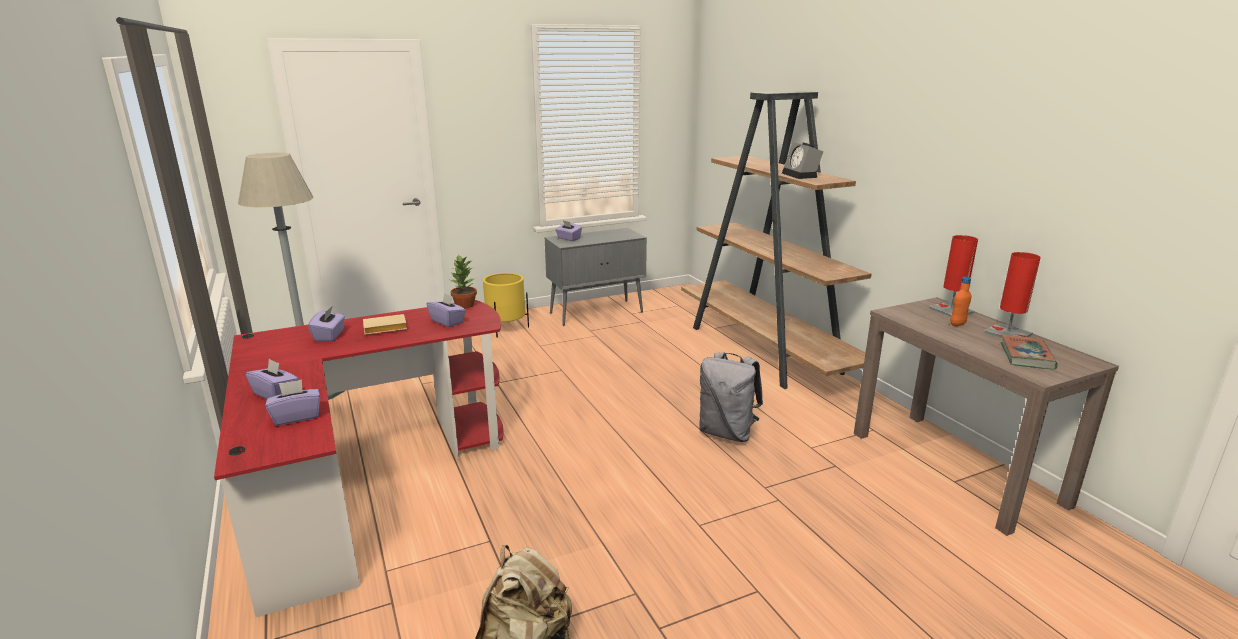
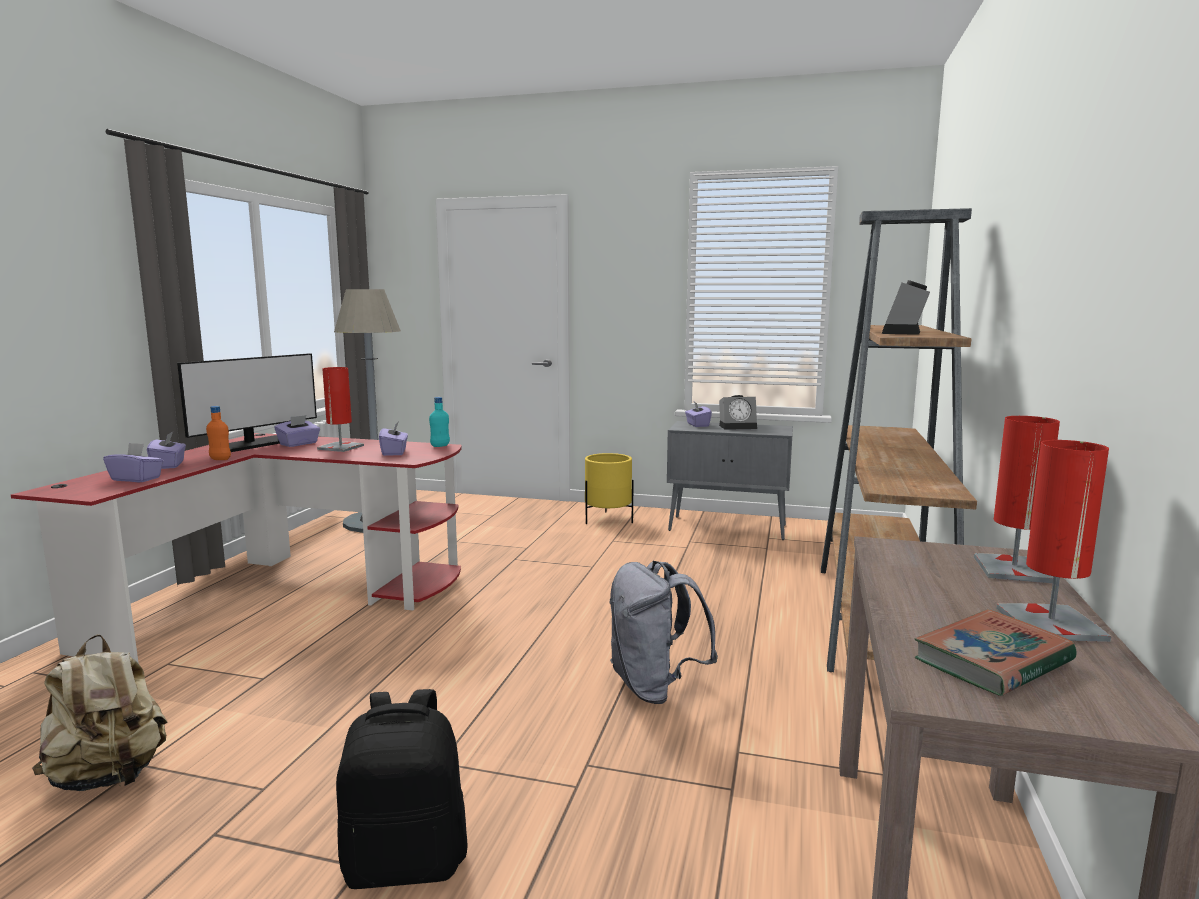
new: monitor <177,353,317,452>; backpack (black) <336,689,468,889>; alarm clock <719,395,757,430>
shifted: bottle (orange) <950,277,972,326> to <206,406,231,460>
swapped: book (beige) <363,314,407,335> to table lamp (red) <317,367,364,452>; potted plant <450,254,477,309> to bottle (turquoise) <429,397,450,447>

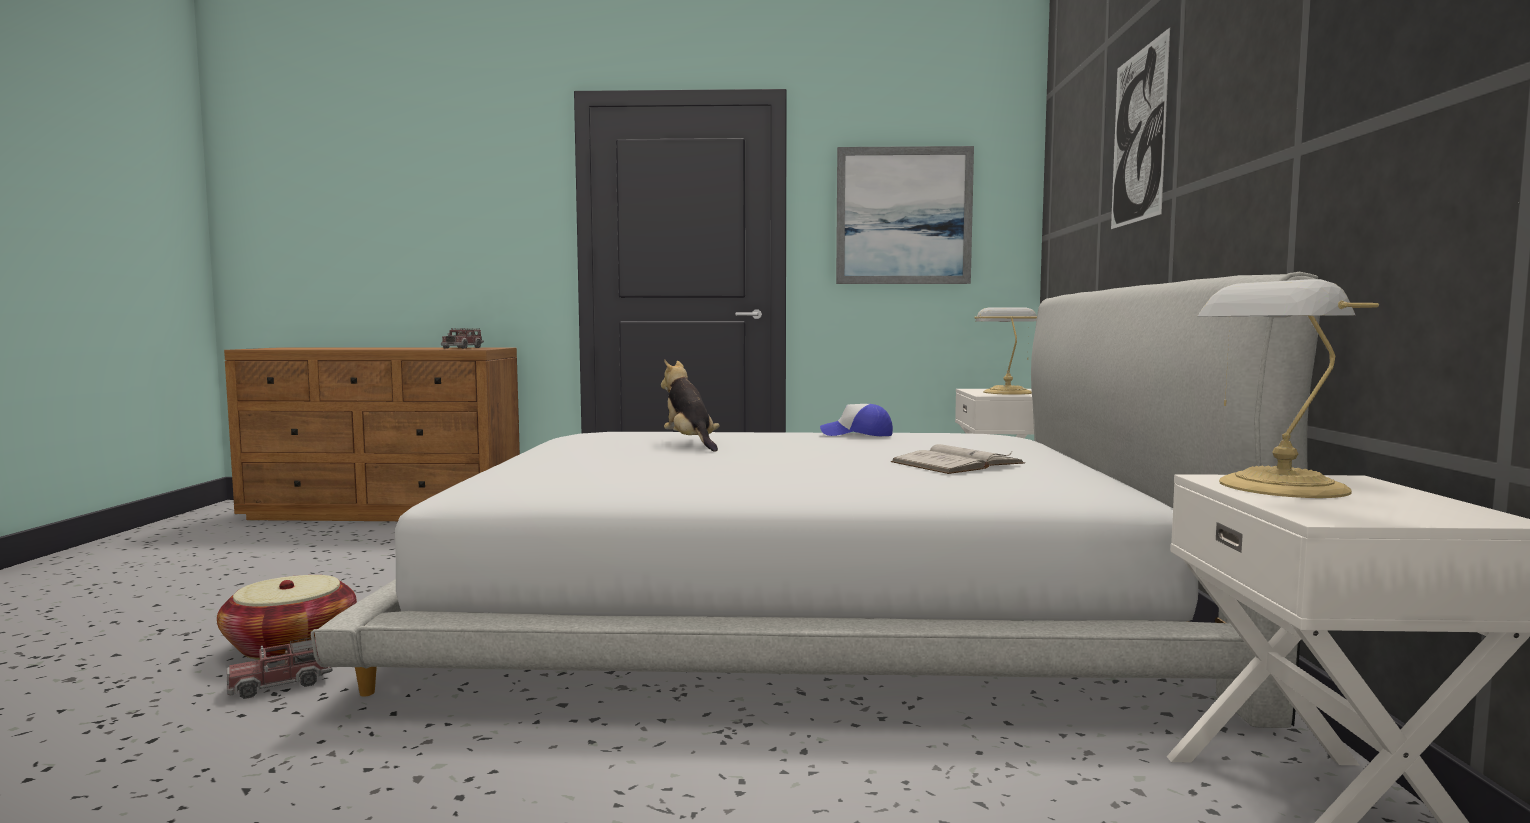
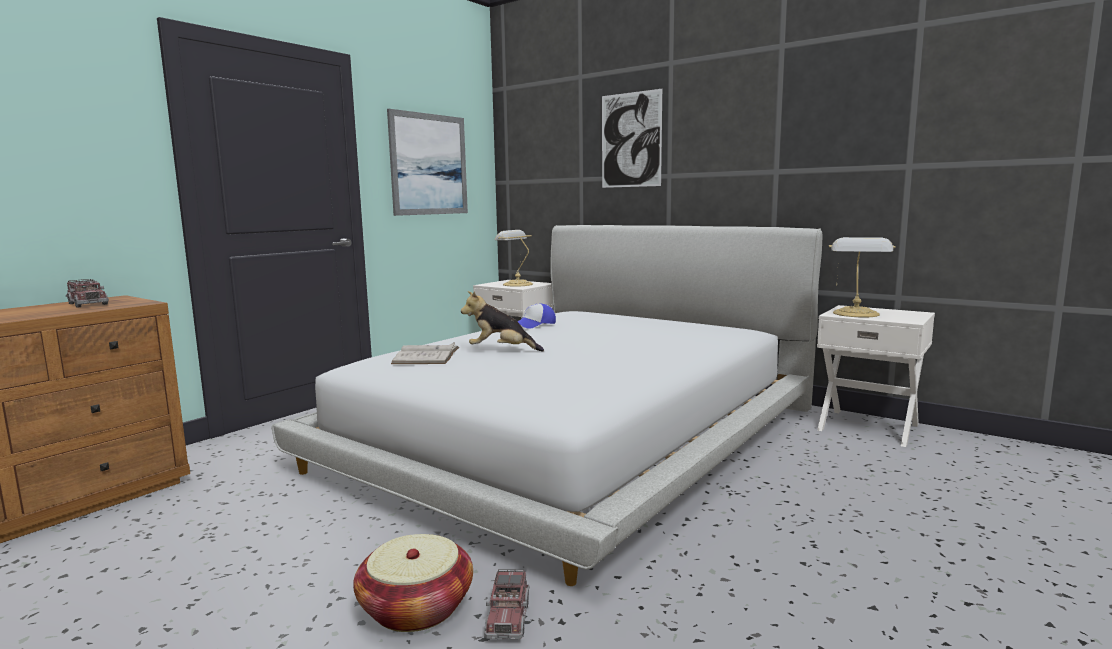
shifted: book (white) <891,444,1025,474> to <391,342,459,364>

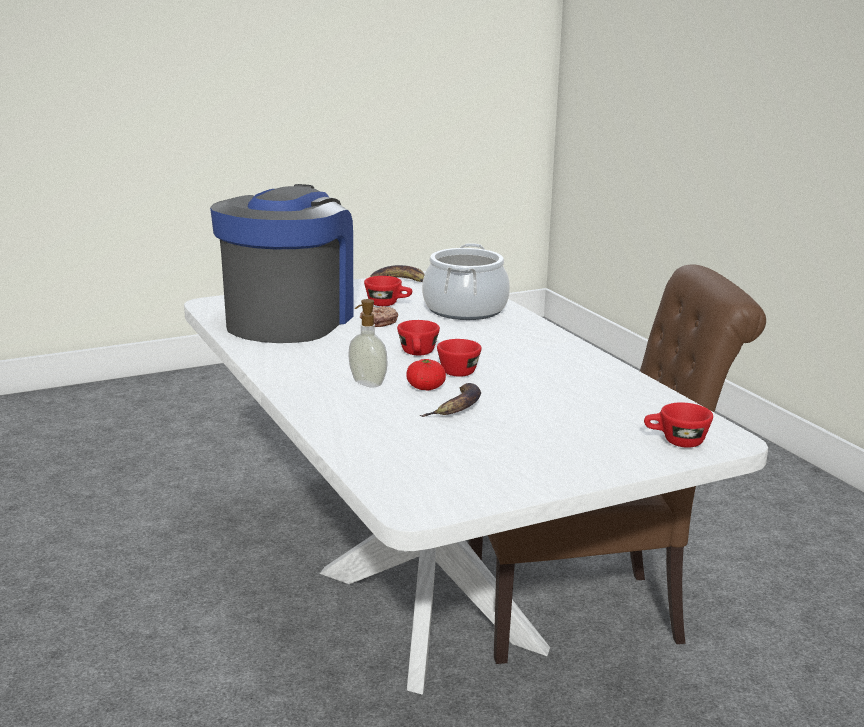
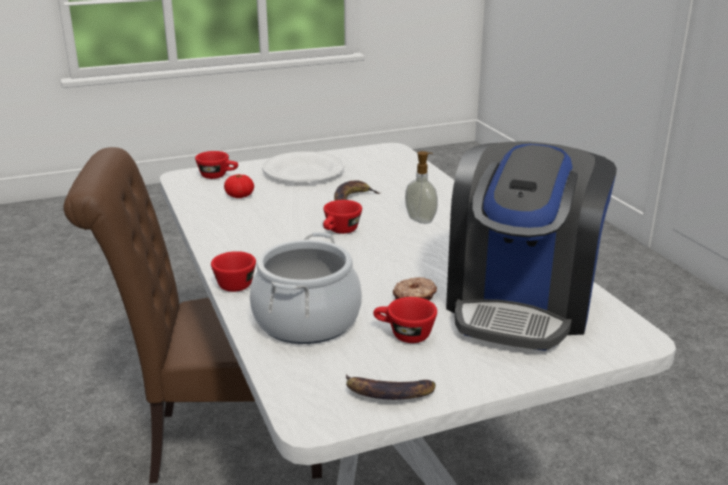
new: plate (white) <262,151,345,182>
shifted: cup (red) <397,320,440,355> to <211,251,256,292>; tomato <406,359,446,391> to <224,174,254,198>

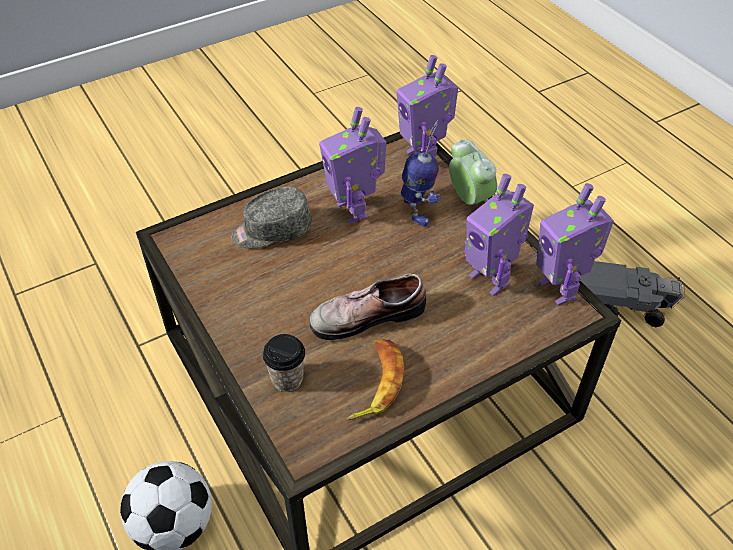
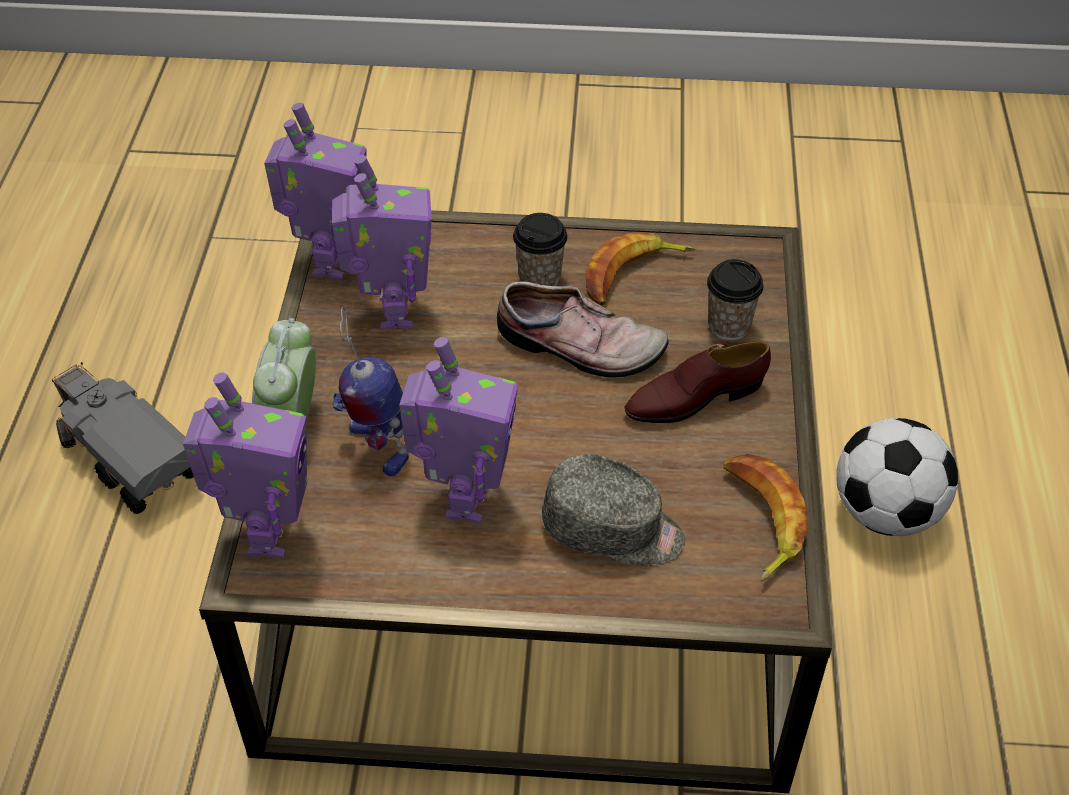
new: cup <513,213,568,286>; shoe (brown) <624,341,771,423>; banana <724,454,808,581>
rotated: toy robot <401,120,440,227> = <332,307,409,477> 60 degrees counterclockwise

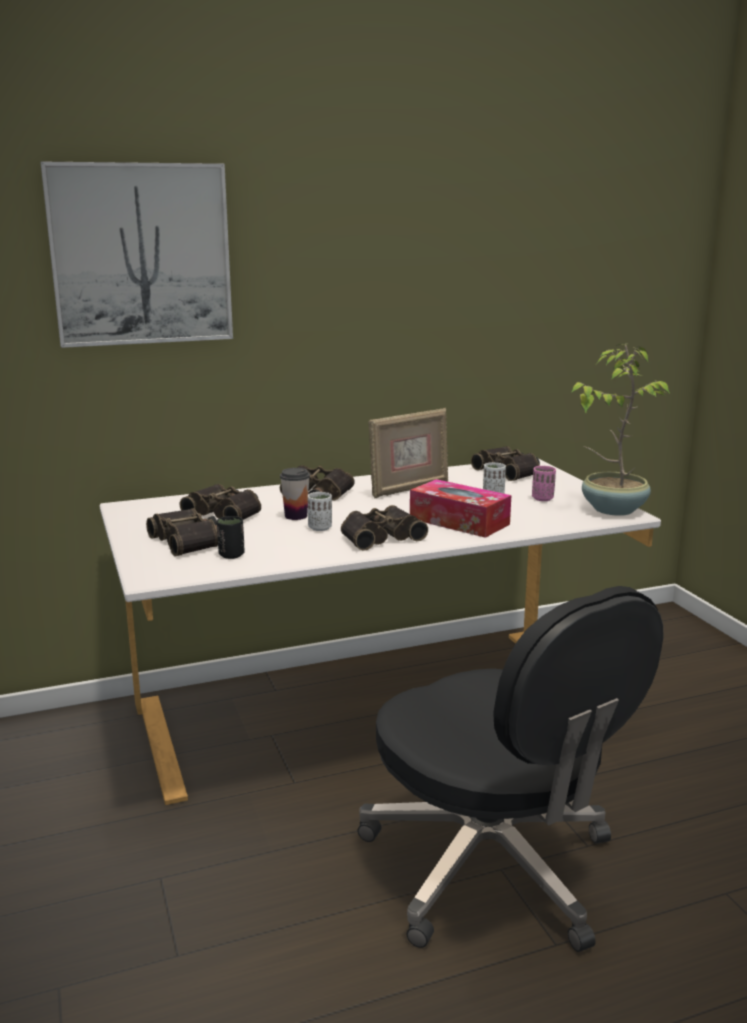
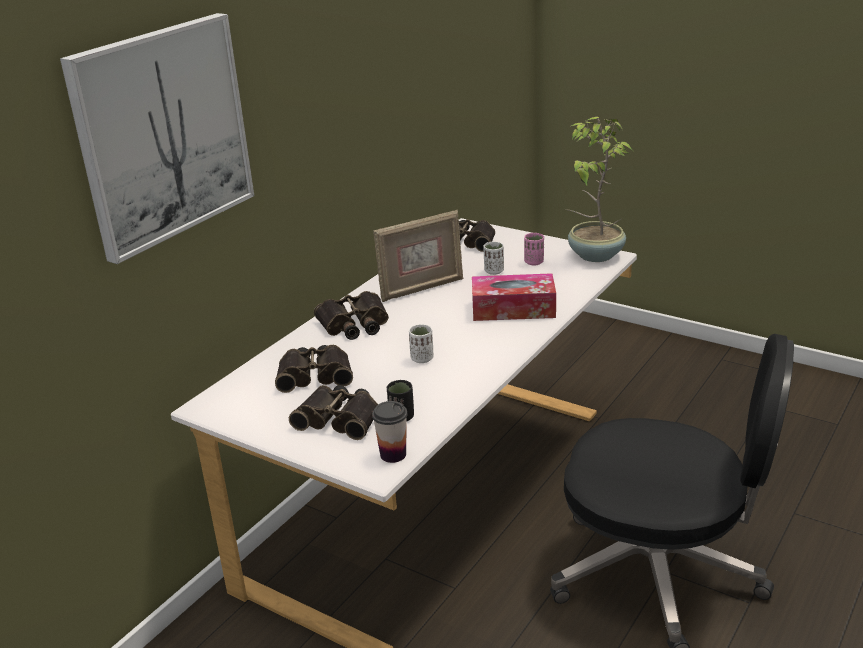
gone: binoculars <341,505,428,551>
shifted: cup <280,468,310,520> to <372,401,408,463>
rotated: picture frame <369,408,448,499> = <373,210,463,302> 45 degrees clockwise

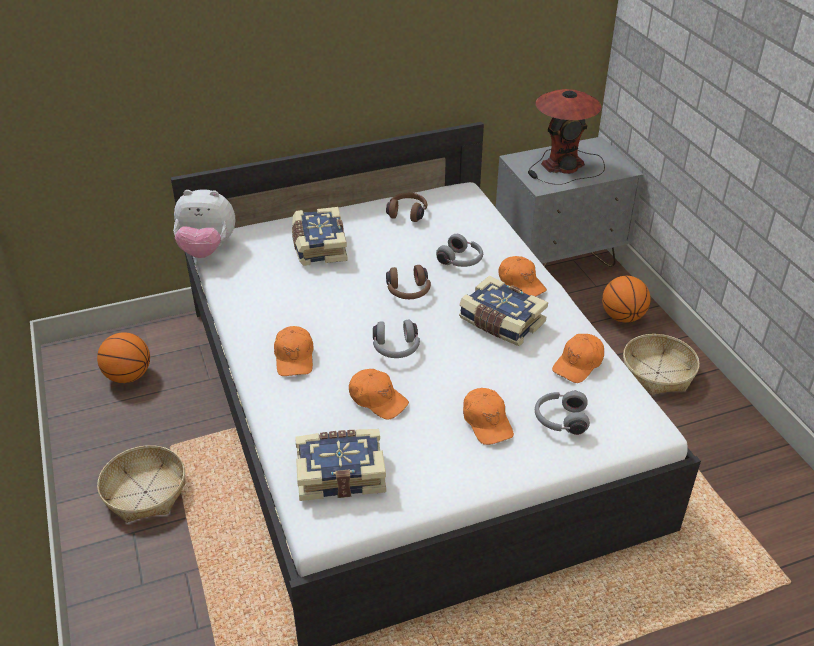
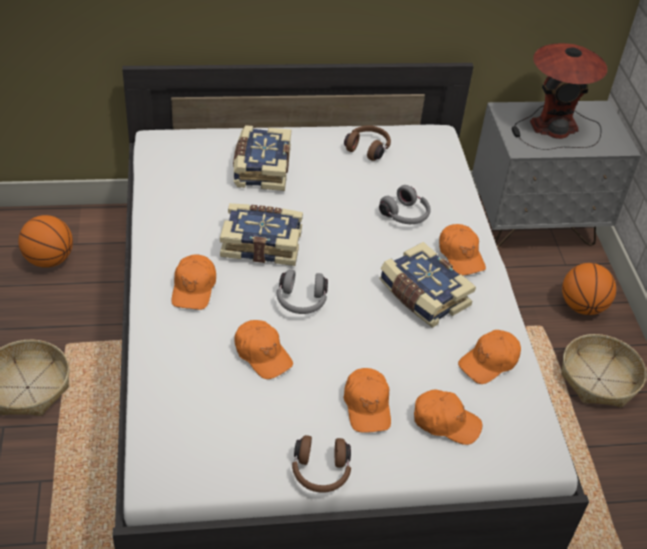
gone: plush toy <173,189,235,258>
shifted: book <295,429,386,501> to <220,203,303,266>; headphones (brown) <386,265,431,299> to <292,435,351,493>
swapped: headphones (grey) <535,391,590,435> to cap (orange) <414,389,482,445>

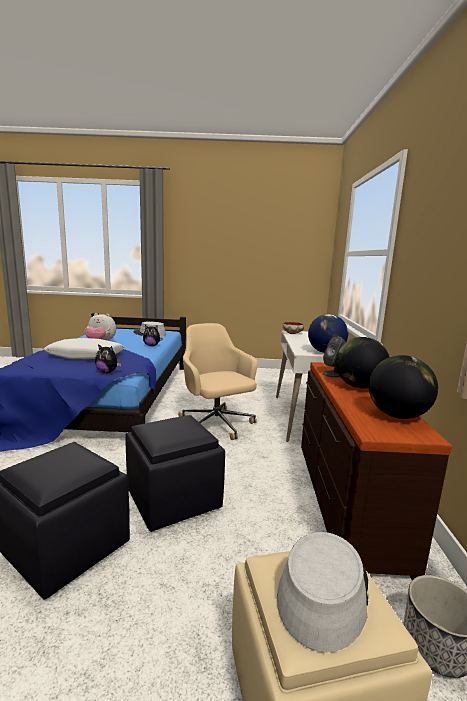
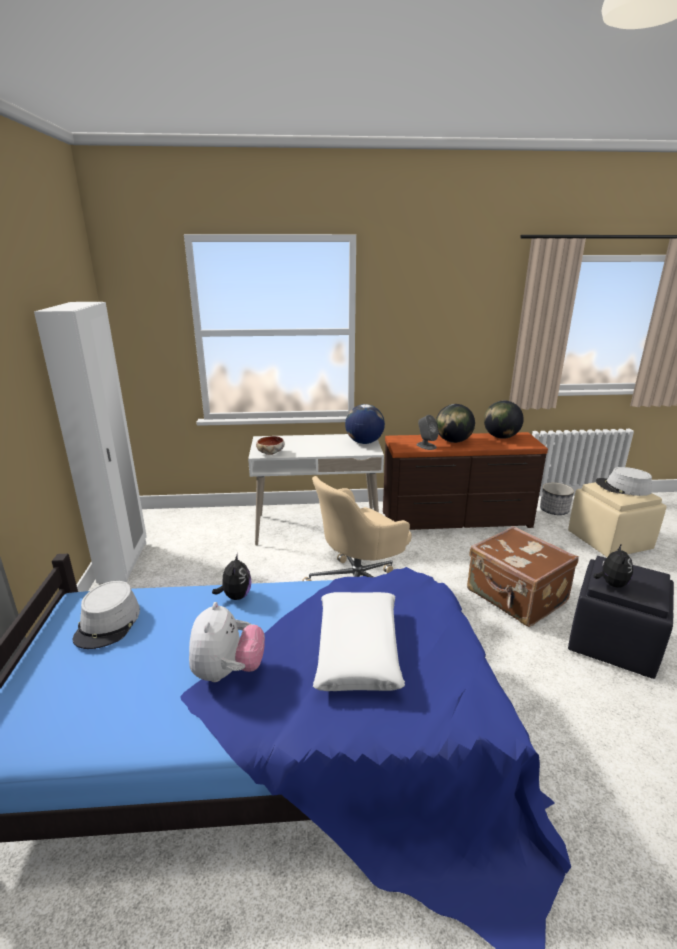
new: wardrobe (white) <34,302,147,583>
shifted: plush toy <95,344,122,373> to <593,545,633,588>
swapped: ottoman (black) <125,415,225,532> to suitcase (brown) <467,526,579,627>

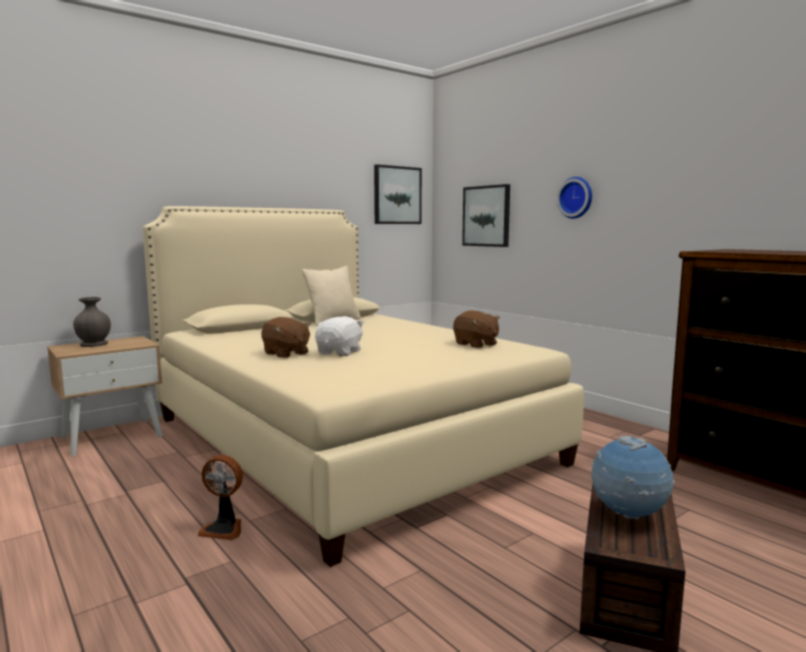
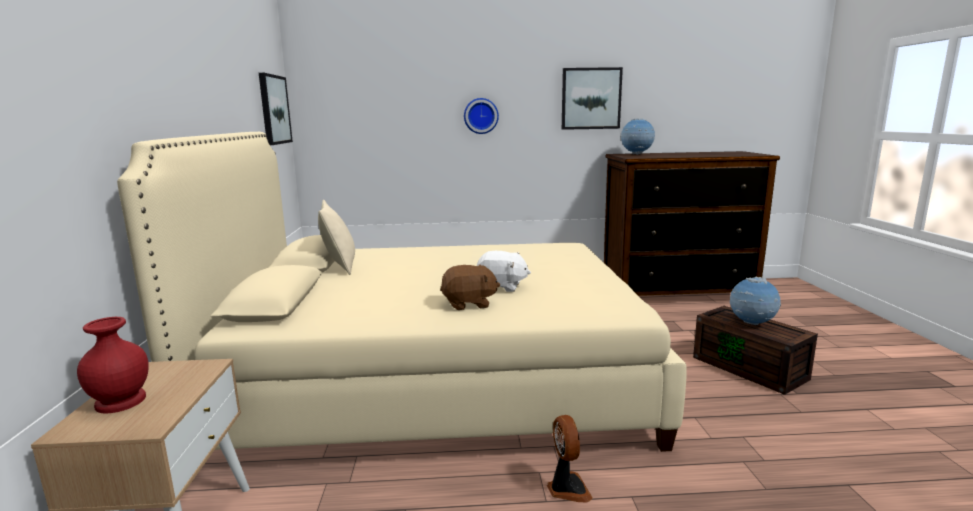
gone: plush toy (brown) <453,310,500,348>
new: globe <621,118,655,155>
shifted: picture <462,184,510,247> to <562,67,623,130>
repainted: vase (grey) <73,297,111,347> to vase (red) <77,317,149,413>
rotated: plush toy (white) <315,316,364,356> = <477,251,531,292> 135 degrees clockwise; fan <198,455,243,540> = <547,415,593,502> 60 degrees counterclockwise

